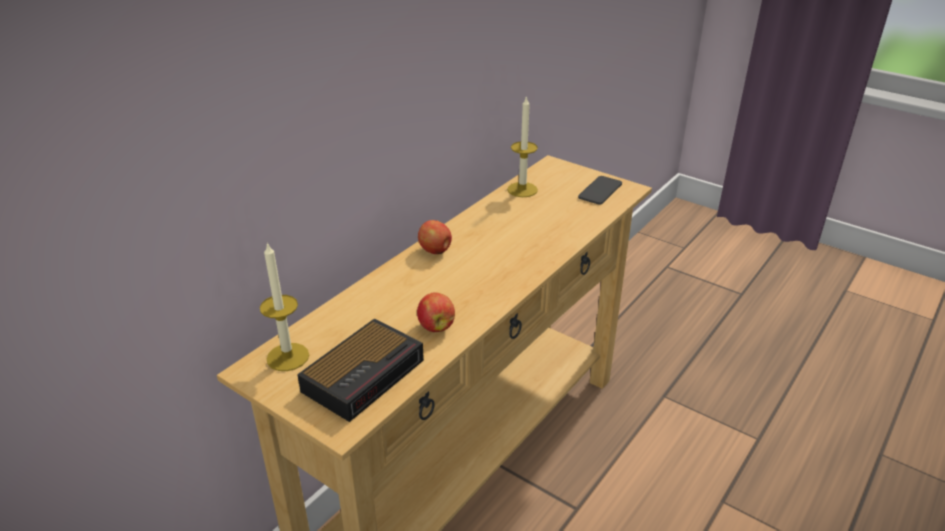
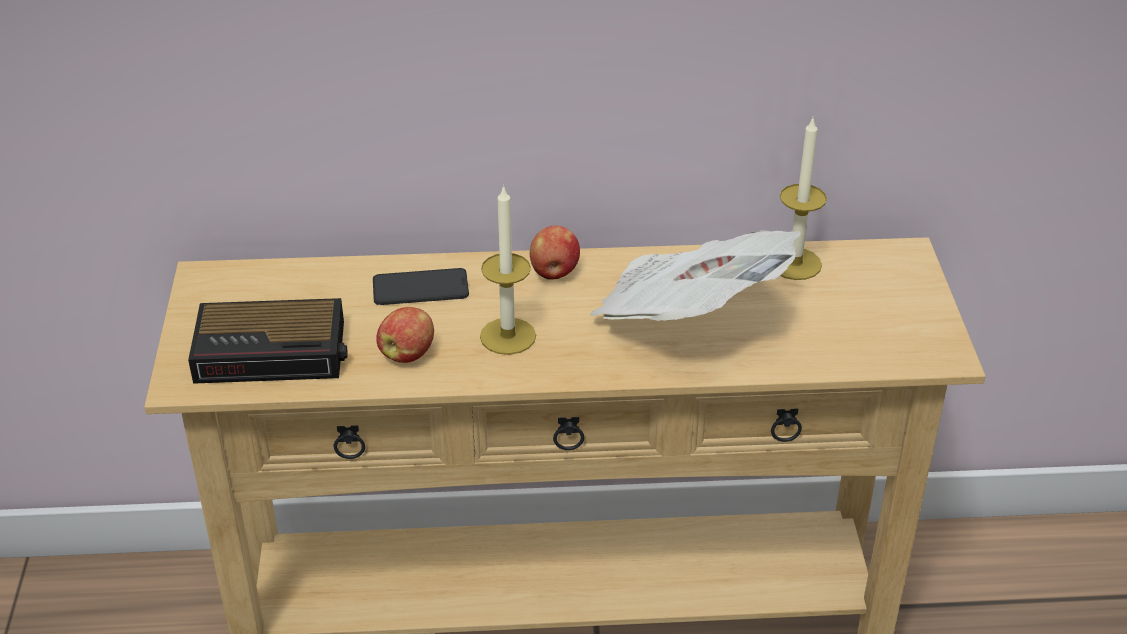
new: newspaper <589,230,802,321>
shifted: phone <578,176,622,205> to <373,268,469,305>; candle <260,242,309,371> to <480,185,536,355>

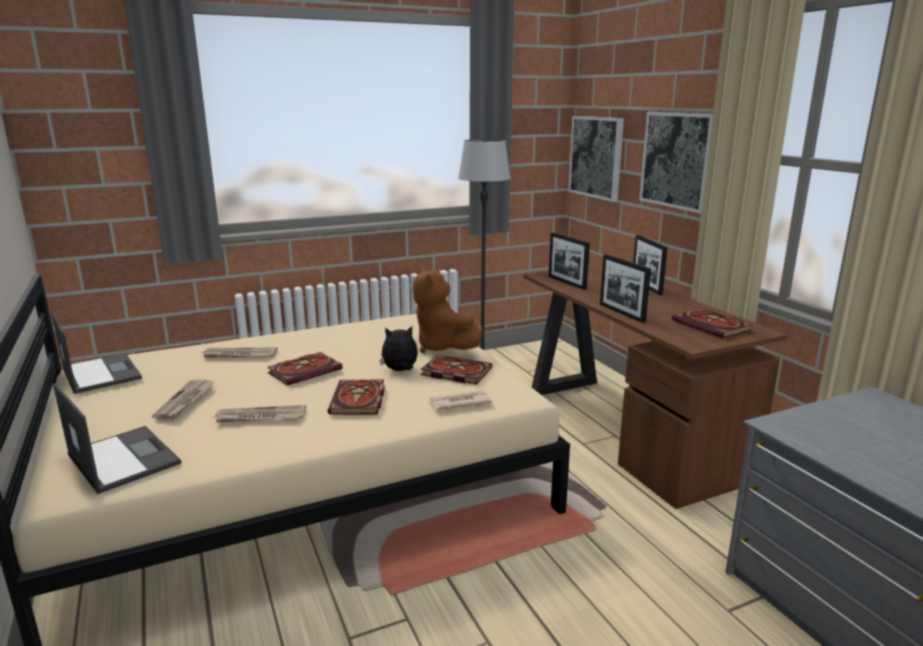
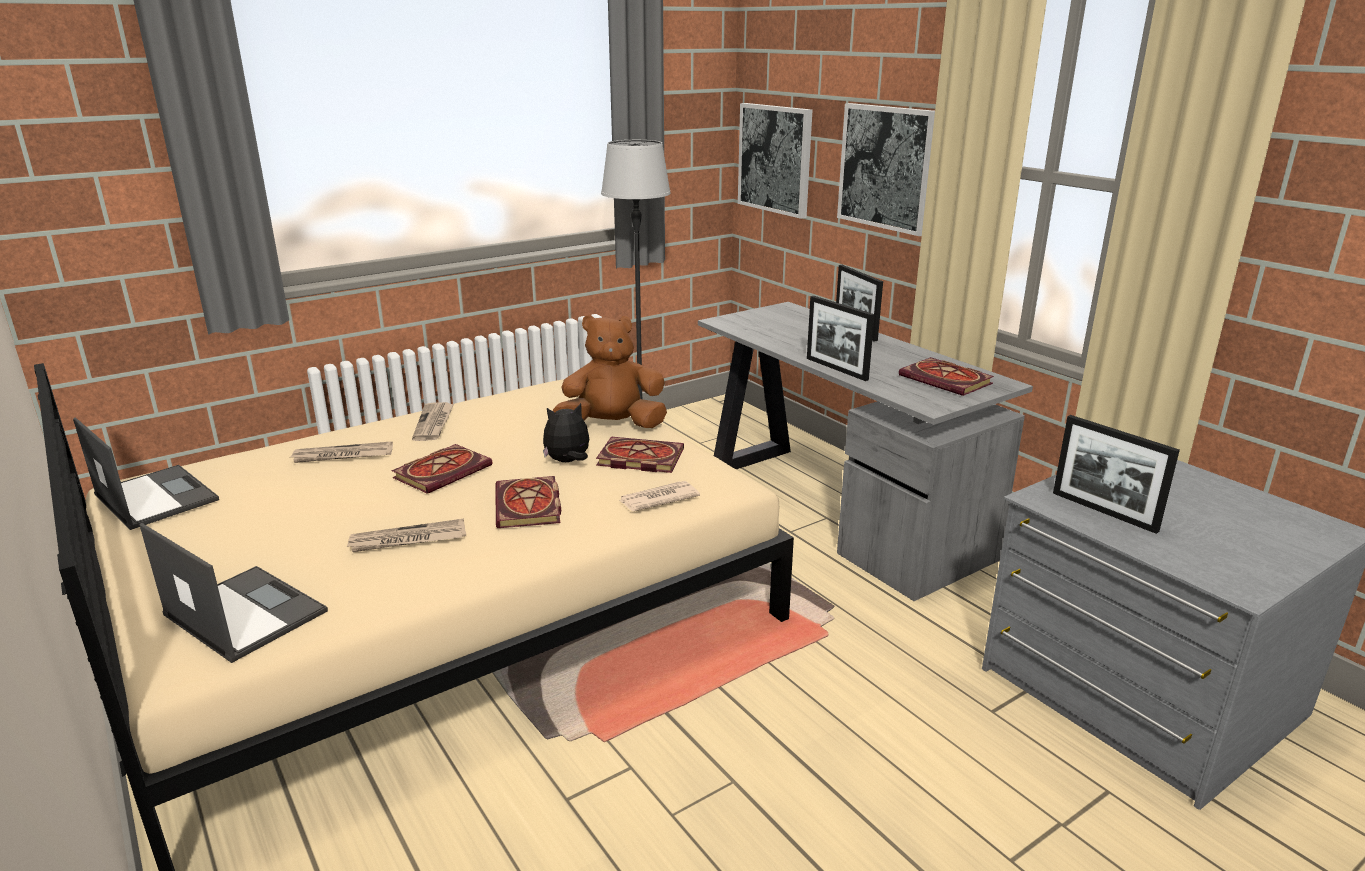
shifted: newspaper <152,380,215,419> to <412,402,454,441>; picture frame <549,233,590,290> to <1053,415,1180,534>
repainted: desk (brown) <523,265,787,509> to desk (grey) <698,302,1033,601>
rotated: plush toy (brown) <413,268,483,353> = <553,315,667,428> 120 degrees clockwise

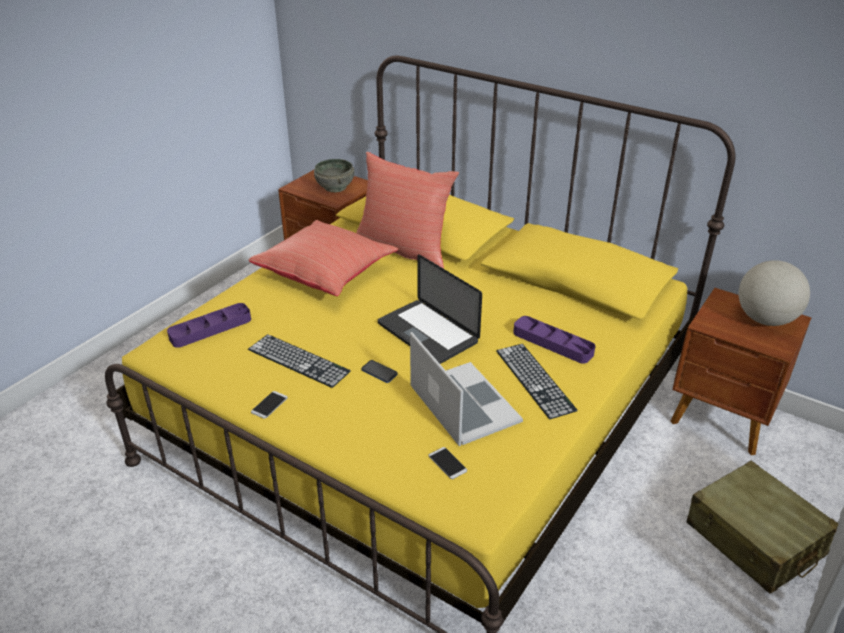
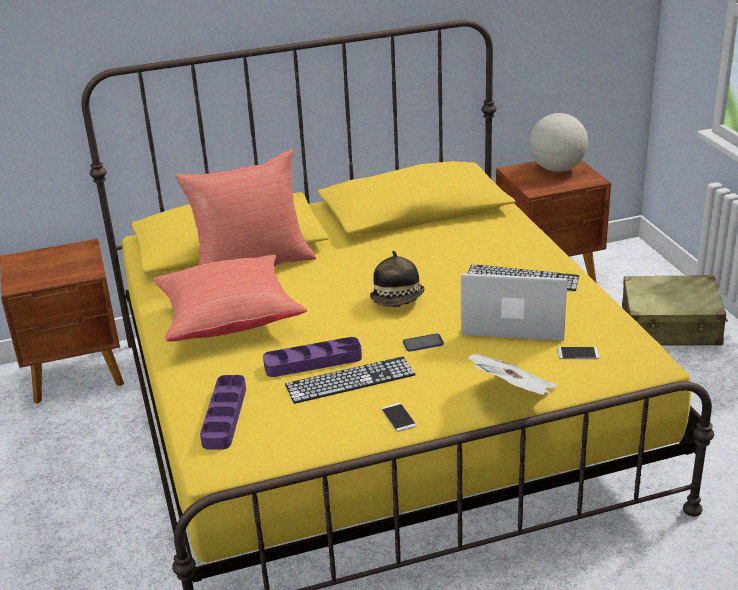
gone: bowl (grey) <314,159,354,192>
new: newspaper <468,354,557,395>
shifted: tray (purple) <513,316,595,364> to <263,337,362,377>
swapped: laptop <378,255,482,364> to hat <370,251,425,307>

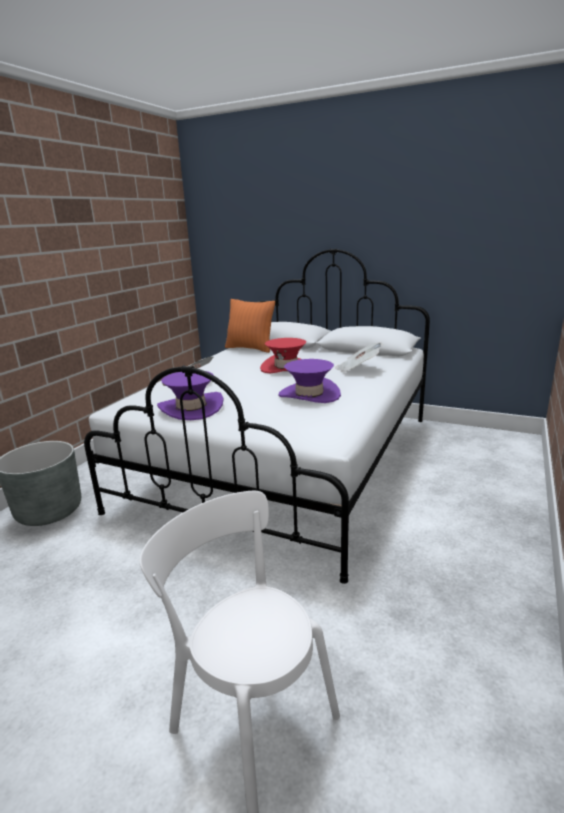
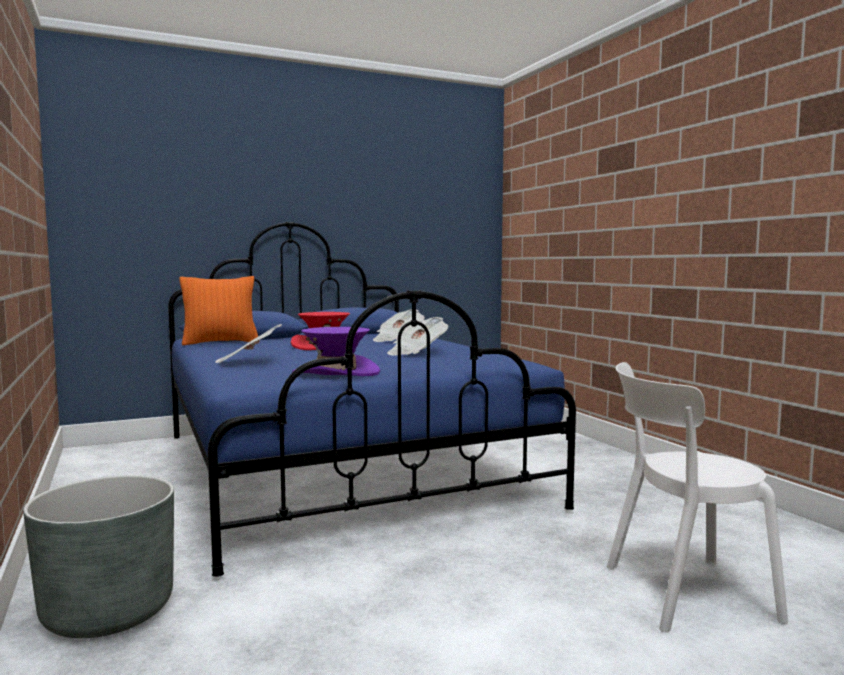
swapped: hat (purple) <279,359,341,403> to newspaper <387,317,448,356>
repainted: bed (white) <84,248,430,584> to bed (blue) <168,222,576,577>

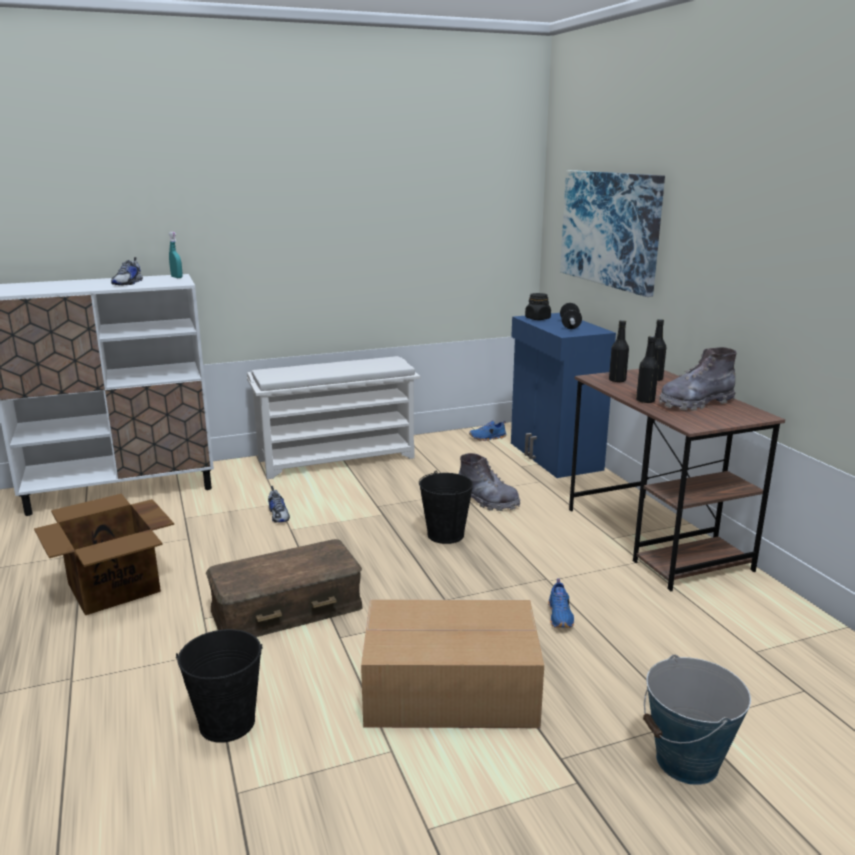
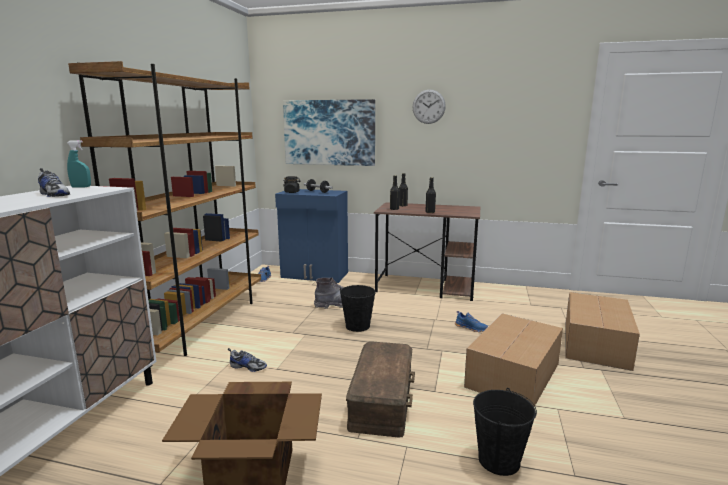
gone: boot (grey) <659,347,737,411>
new: wall clock <413,89,446,124>
swapped: shoe rack (white) <247,356,420,479> to bookcase (brown) <68,61,261,356>; bucket <643,654,751,785> to cardboard box <566,292,640,371>

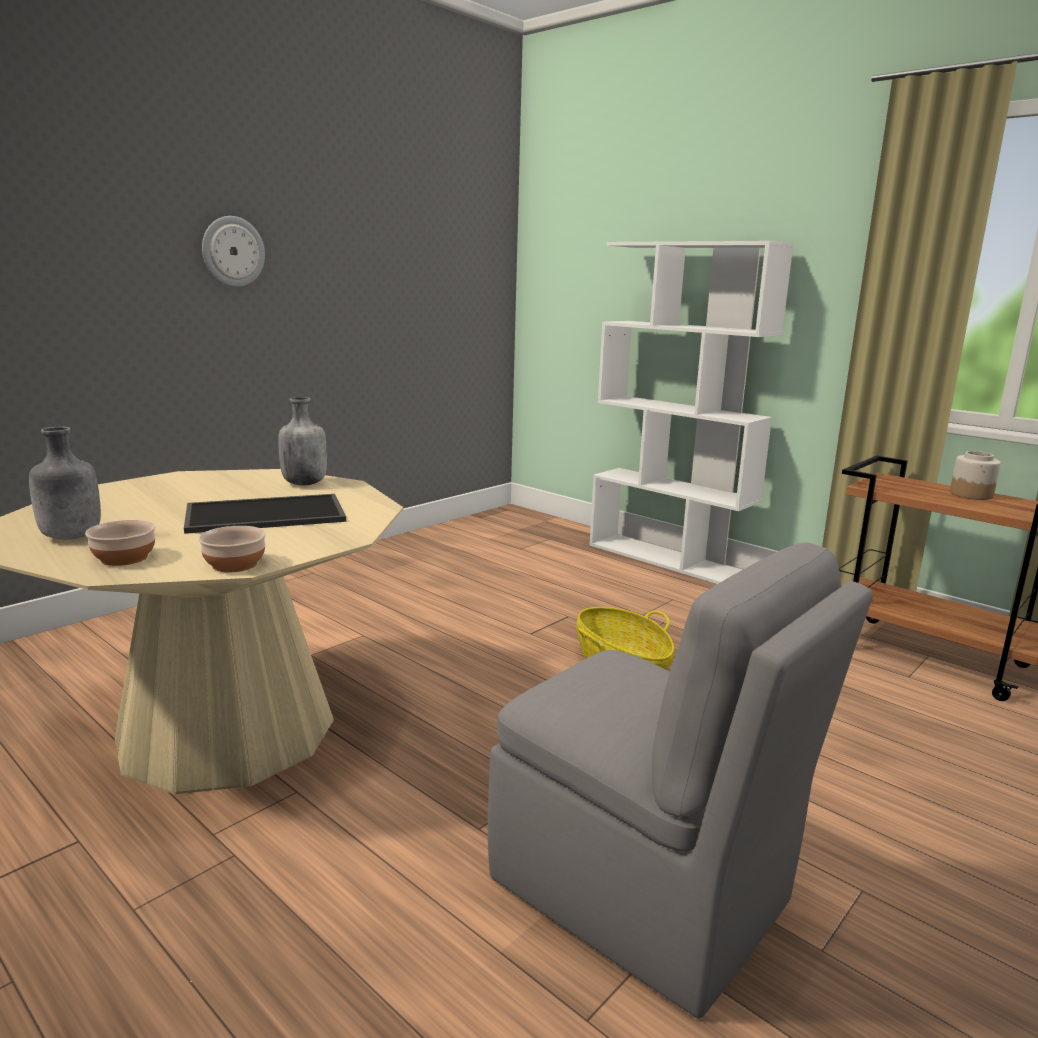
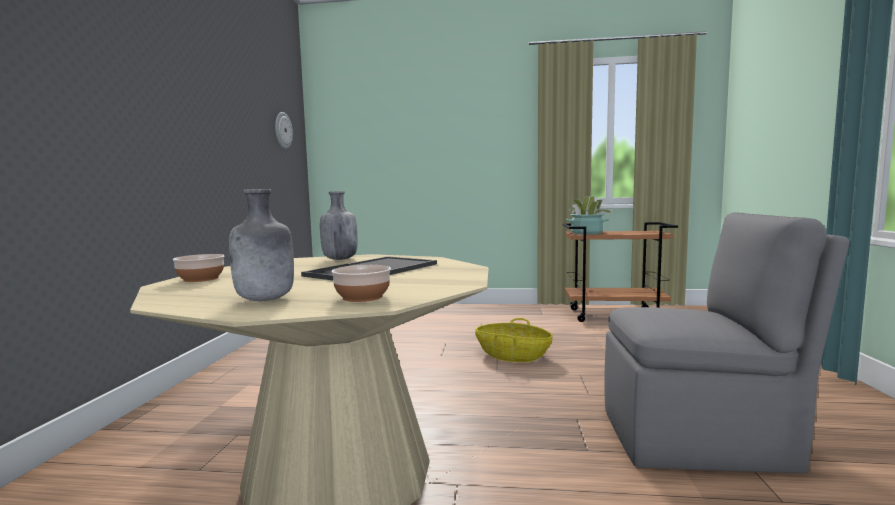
gone: bookcase (white) <589,241,794,584>; jar <950,451,1001,500>
new: potted plant <566,196,612,234>
shifted: bowl <198,526,266,572> to <172,254,225,282>; wall clock <202,216,265,287> to <275,112,293,149>

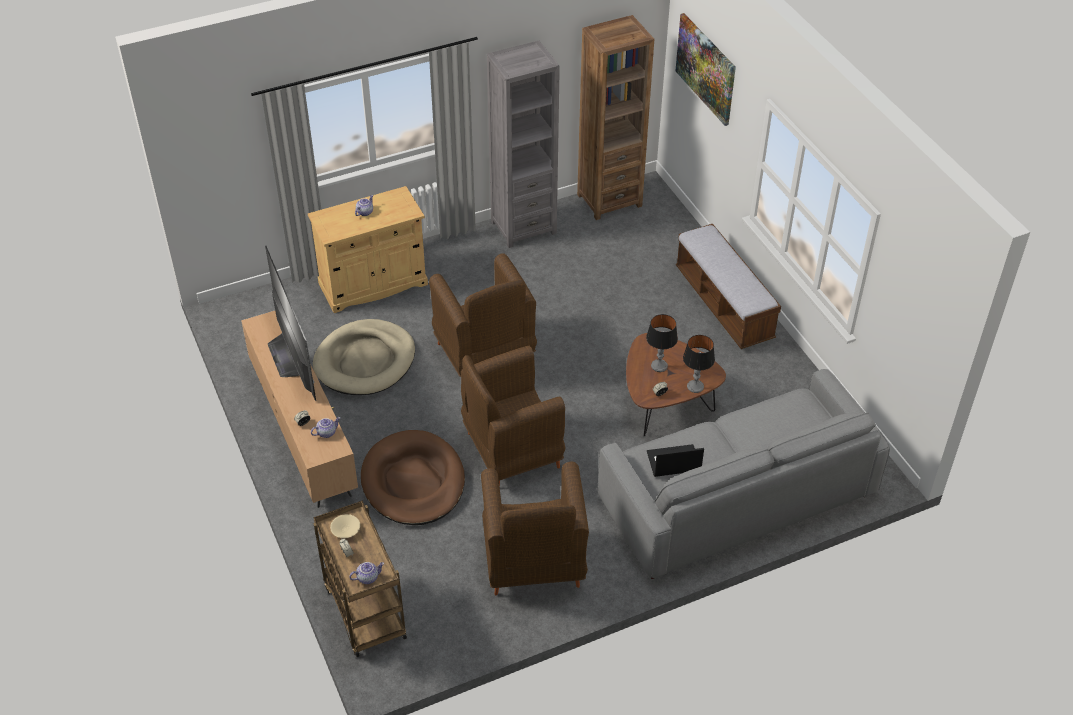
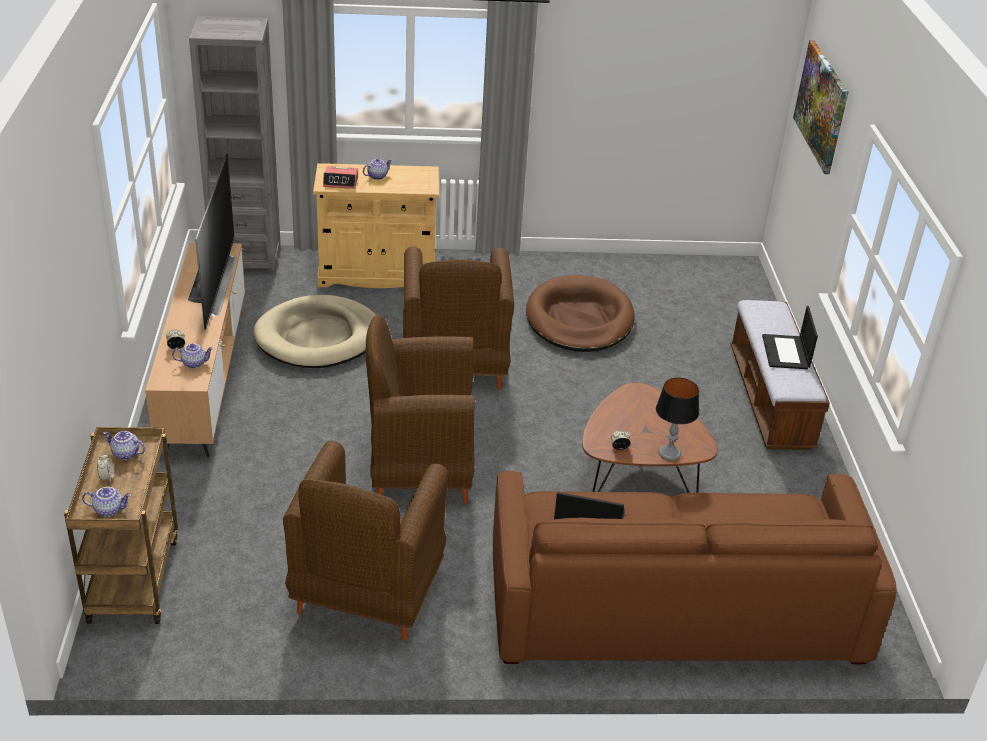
gone: bookcase (brown) <577,15,654,220>; table lamp <646,314,678,372>
new: alarm clock <323,166,358,189>; laptop <762,306,818,369>
shifted: bookcase (grey) <487,41,560,248> to <189,16,281,275>; dog bed (brown) <361,430,465,525> to <526,275,635,352>
swapped: bowl (beige) <330,514,360,538> to teapot <103,431,145,460>
repainted: sofa (grey) <597,369,890,579> to sofa (brown) <493,471,896,664>

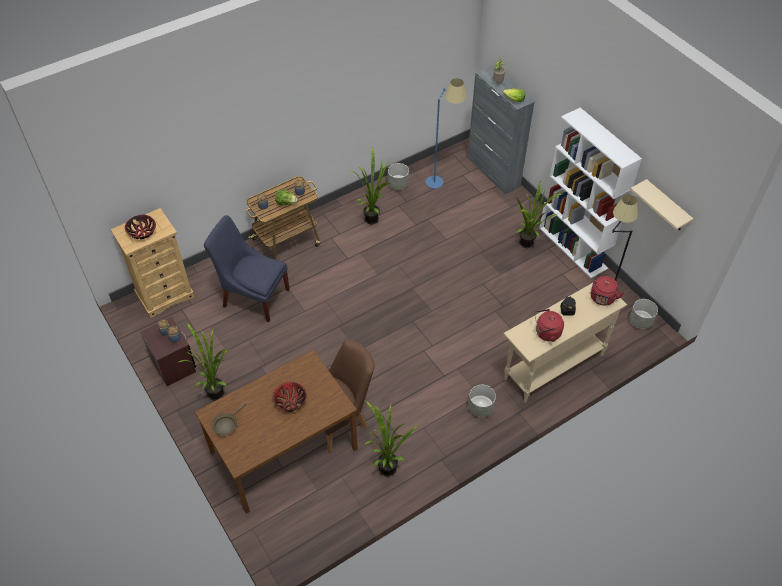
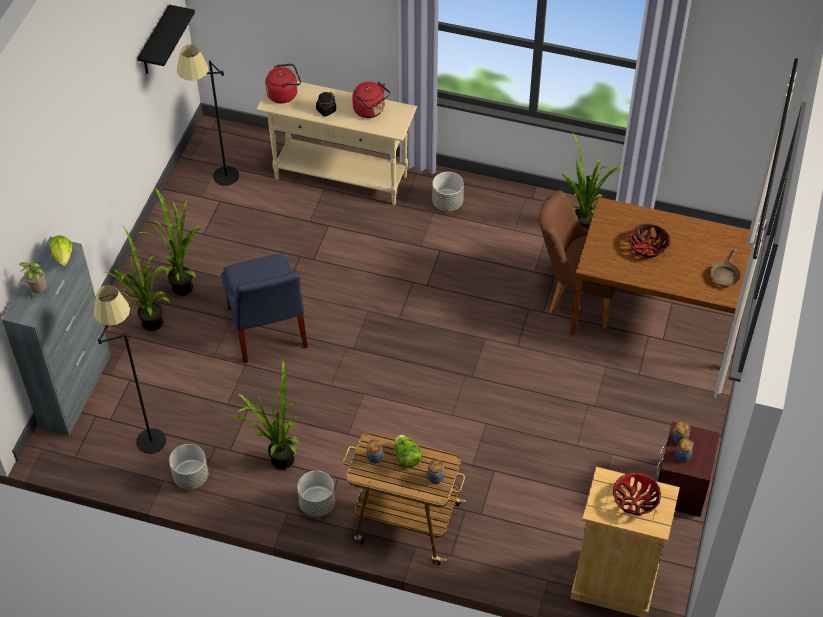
gone: bookcase (white) <539,108,642,278>
shifted: potted plant <177,323,229,401> to <105,226,170,331>; chair (blue) <204,215,290,322> to <221,254,308,363>; planter (grey) <629,299,658,329> to <297,471,335,517>
repainted: floor lamp (blue) <426,78,467,189> to floor lamp (black) <93,285,166,454>; shelf (beige) <630,179,694,230> to shelf (black) <137,5,195,74>
rotated: frying pan (brown) <211,402,246,436> = <709,248,741,287> 120 degrees clockwise

